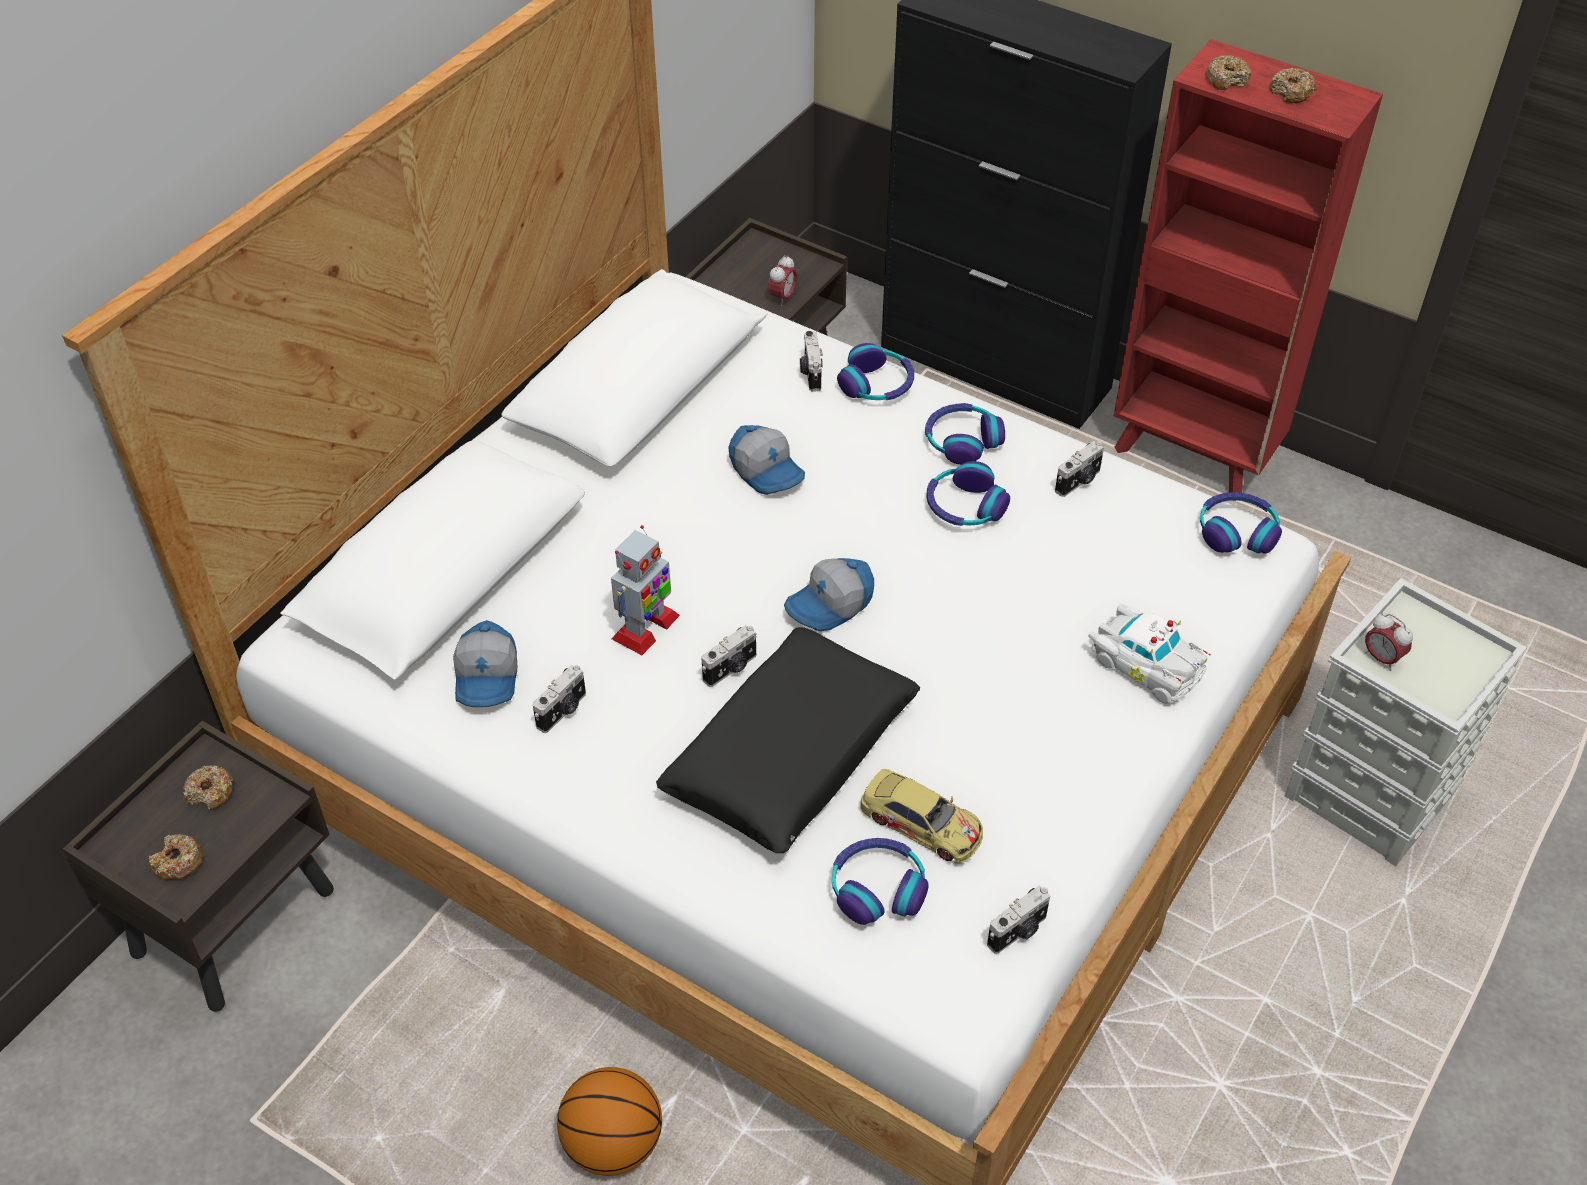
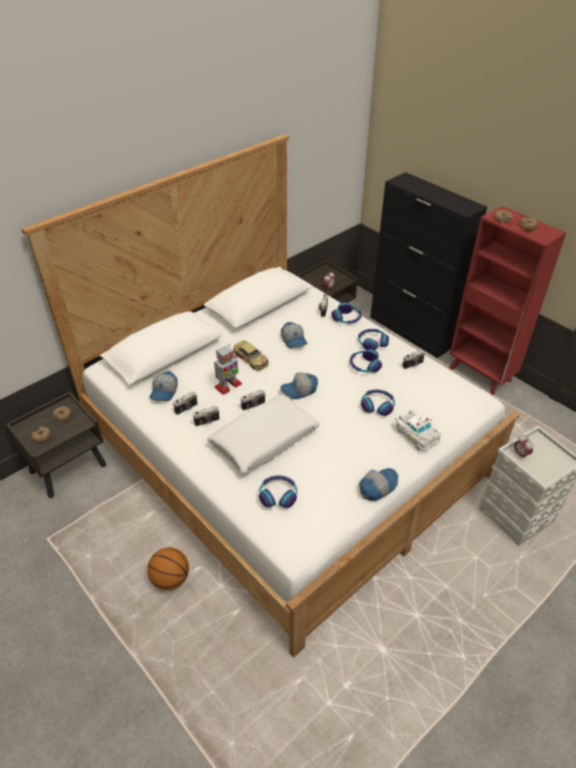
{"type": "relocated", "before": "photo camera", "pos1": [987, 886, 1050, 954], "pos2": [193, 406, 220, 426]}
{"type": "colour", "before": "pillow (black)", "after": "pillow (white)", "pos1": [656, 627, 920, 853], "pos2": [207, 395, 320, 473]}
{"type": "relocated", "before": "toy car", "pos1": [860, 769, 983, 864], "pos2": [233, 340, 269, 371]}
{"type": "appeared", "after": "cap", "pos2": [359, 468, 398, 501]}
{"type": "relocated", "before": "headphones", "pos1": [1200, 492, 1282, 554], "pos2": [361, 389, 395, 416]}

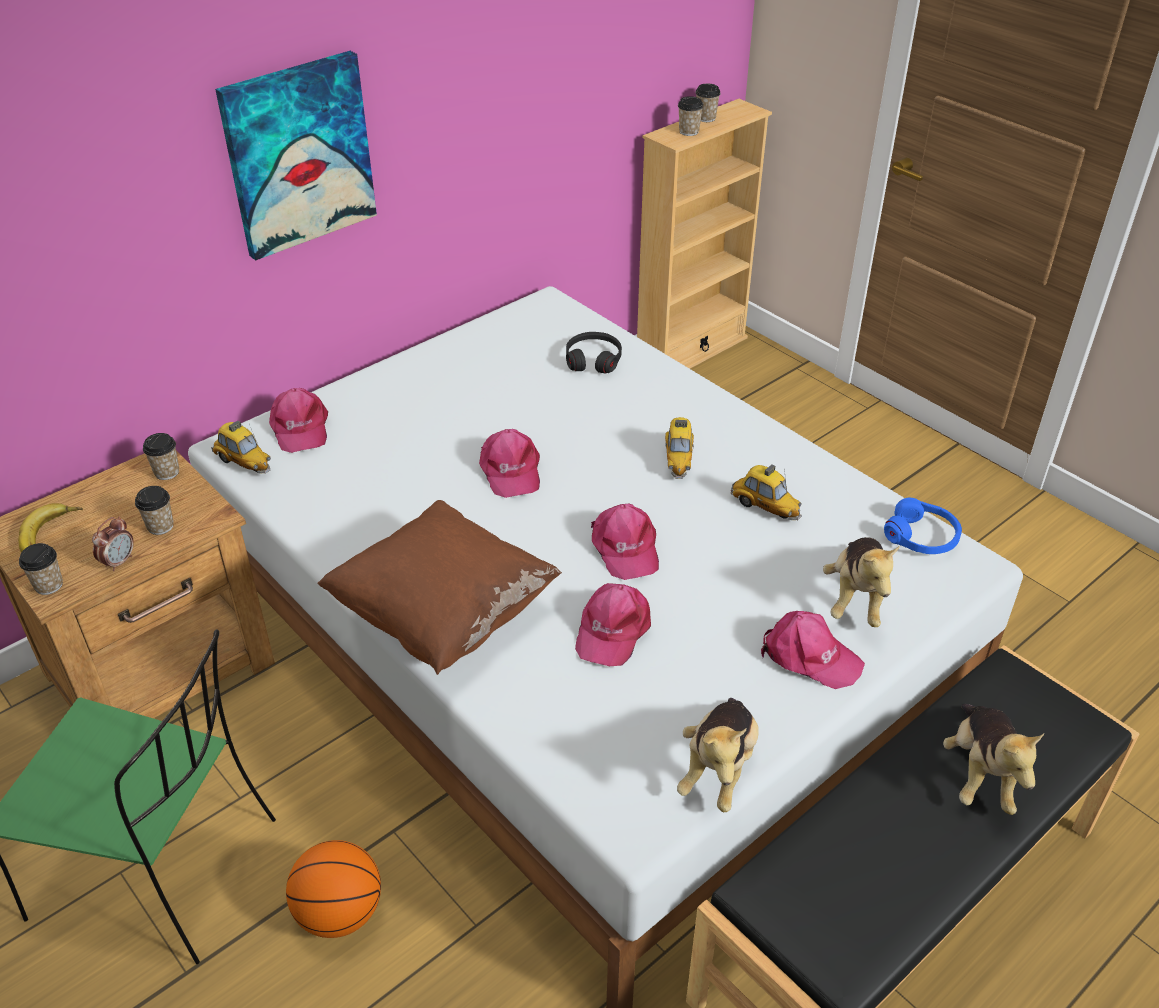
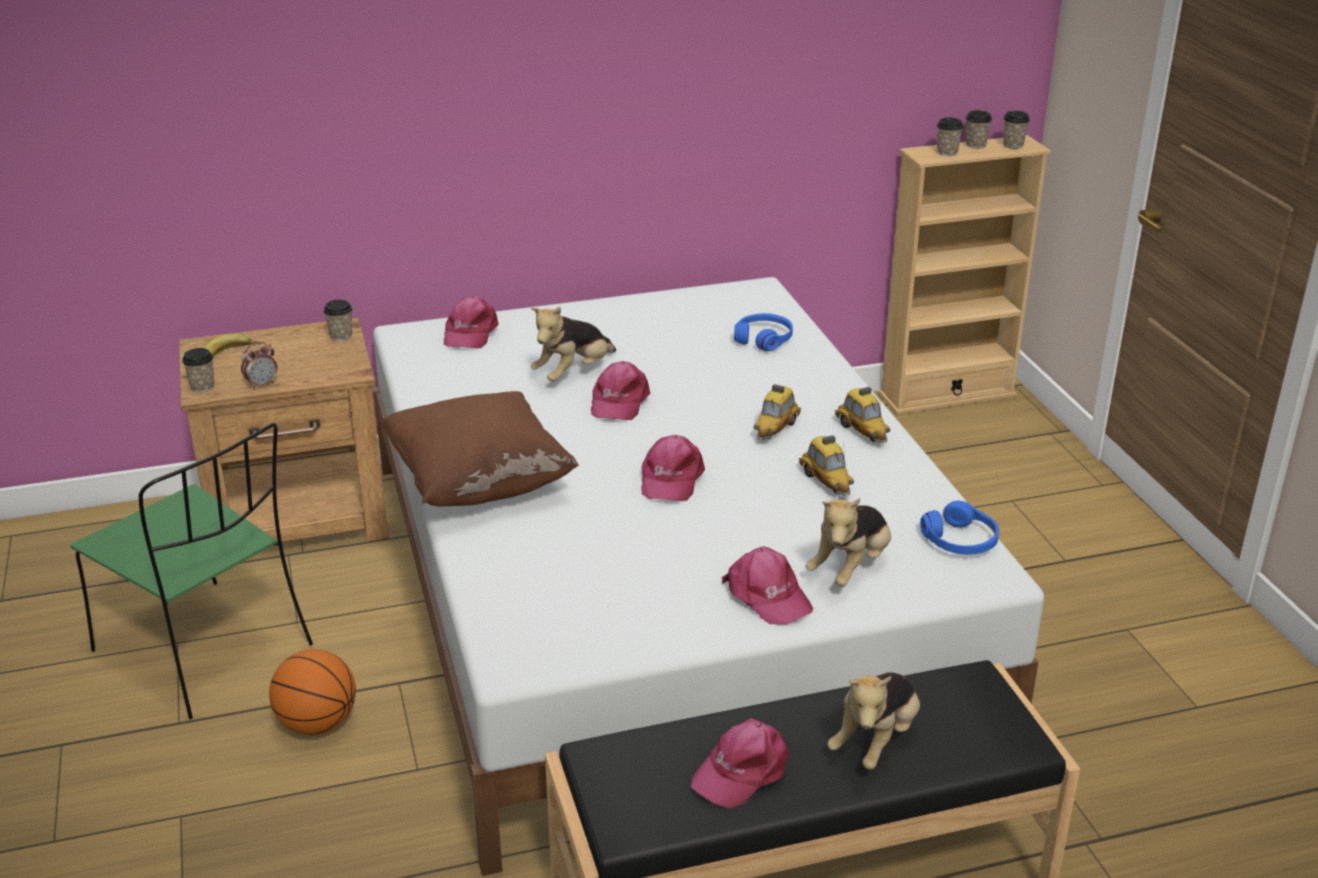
{"type": "relocated", "before": "plush toy", "pos1": [677, 698, 759, 812], "pos2": [531, 306, 616, 382]}
{"type": "relocated", "before": "cap (pink)", "pos1": [575, 583, 651, 666], "pos2": [691, 718, 789, 809]}
{"type": "colour", "before": "headphones (black)", "after": "headphones (blue)", "pos1": [566, 332, 622, 373], "pos2": [734, 313, 793, 351]}
{"type": "relocated", "before": "toy car", "pos1": [211, 420, 271, 474], "pos2": [835, 387, 890, 443]}
{"type": "relocated", "before": "cup", "pos1": [135, 486, 174, 535], "pos2": [1003, 111, 1030, 149]}
{"type": "missing", "before": "picture", "pos1": [215, 51, 377, 260]}

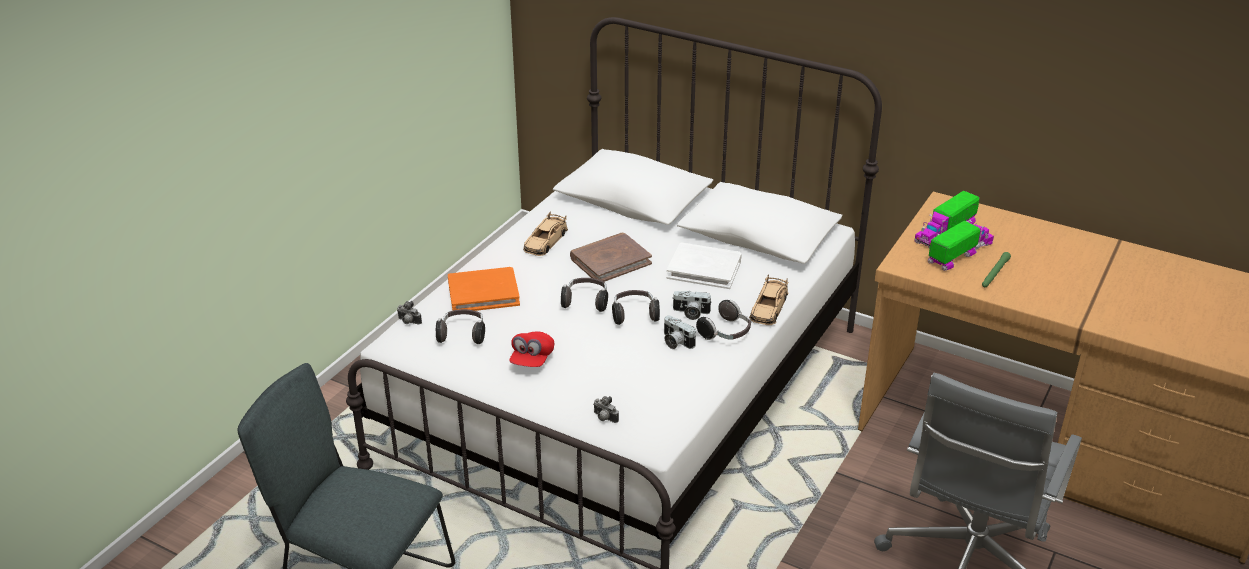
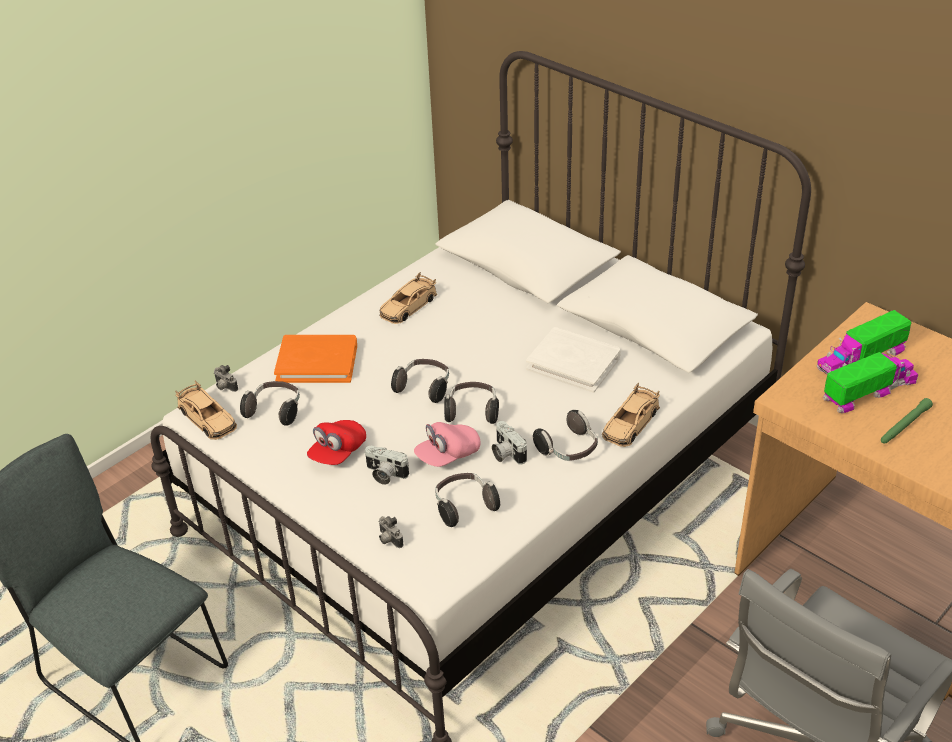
{"type": "appeared", "after": "toy car (beige)", "pos2": [175, 380, 237, 440]}
{"type": "relocated", "before": "photo camera", "pos1": [672, 291, 712, 320], "pos2": [365, 446, 409, 485]}
{"type": "appeared", "after": "cap (pink)", "pos2": [414, 422, 481, 467]}
{"type": "appeared", "after": "headphones", "pos2": [435, 473, 500, 527]}
{"type": "missing", "before": "book (brown)", "pos1": [570, 233, 652, 282]}

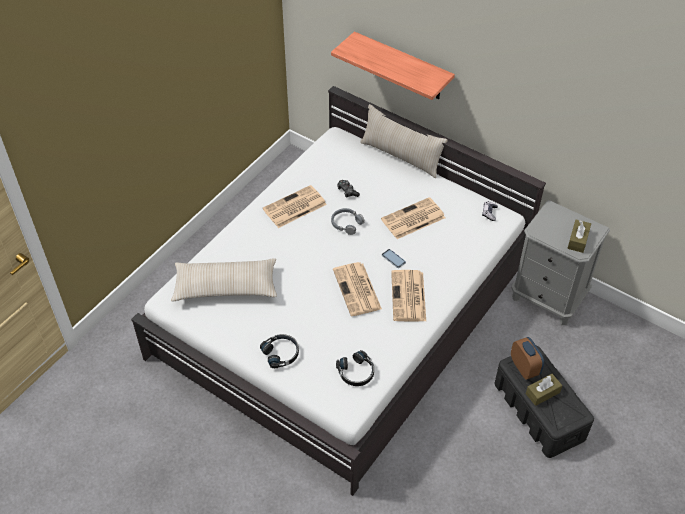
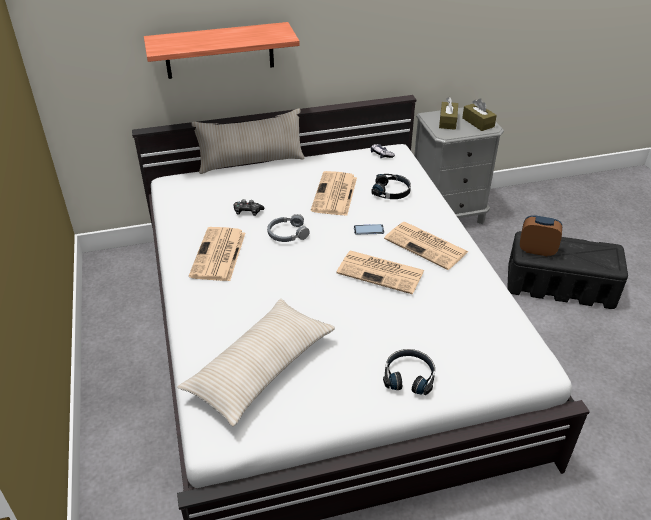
{"type": "relocated", "before": "headphones (black)", "pos1": [336, 350, 374, 386], "pos2": [371, 174, 411, 199]}
{"type": "relocated", "before": "tissue box (brown)", "pos1": [526, 374, 562, 406], "pos2": [439, 97, 458, 130]}

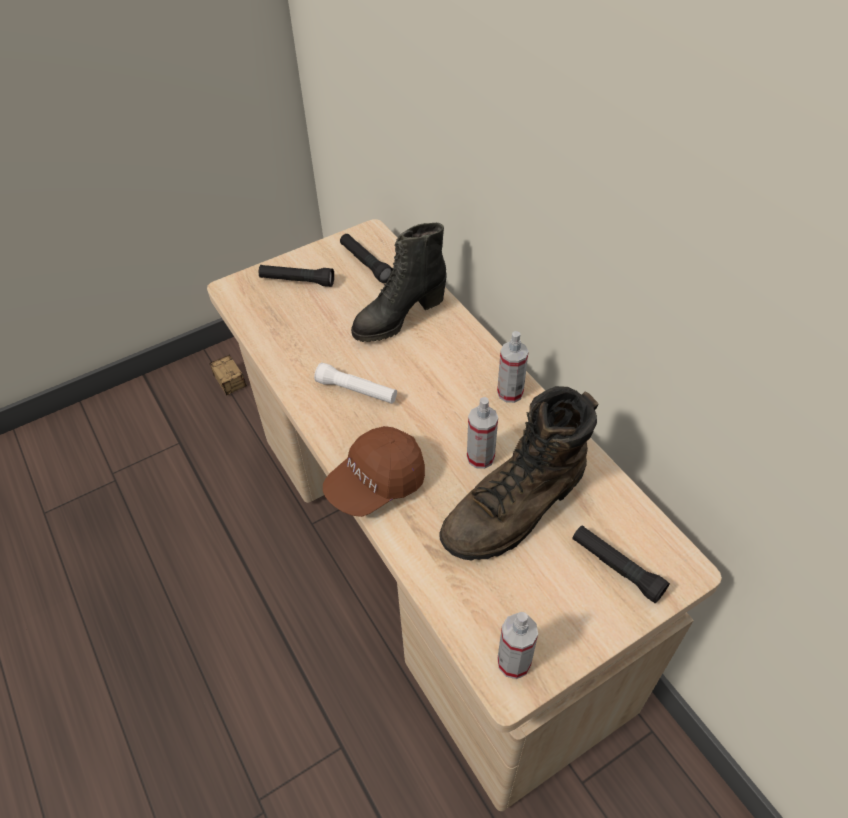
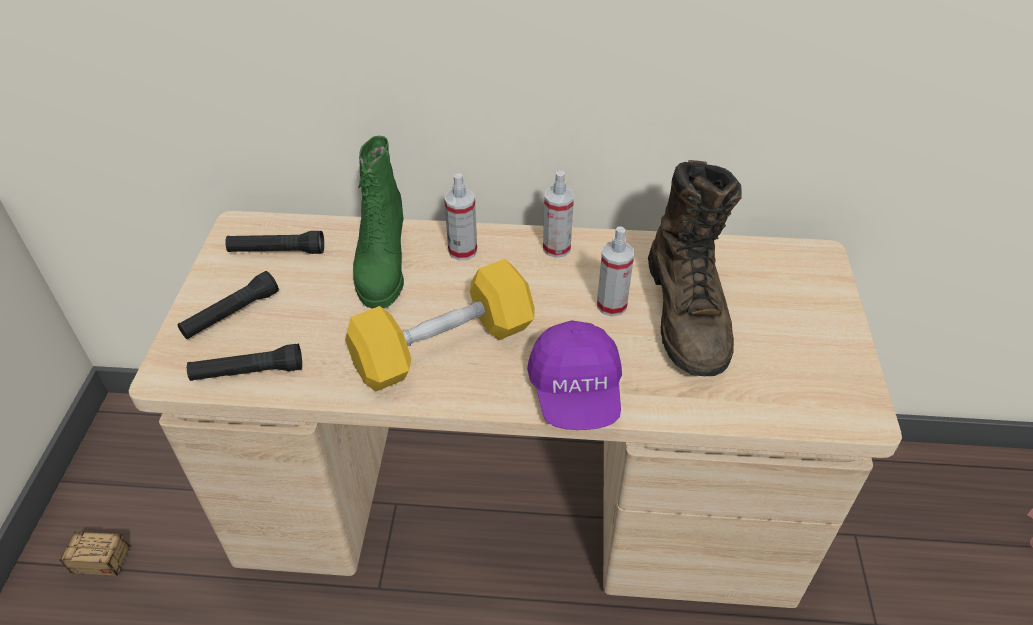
{"type": "relocated", "before": "flashlight (black)", "pos1": [572, 525, 670, 604], "pos2": [187, 344, 302, 381]}
{"type": "exchanged", "before": "flashlight (white)", "after": "dumbbell (yellow)", "pos1": [314, 363, 397, 404], "pos2": [345, 259, 535, 391]}
{"type": "colour", "before": "boot (black)", "after": "boot (green)", "pos1": [351, 223, 447, 342], "pos2": [353, 136, 404, 309]}
{"type": "relocated", "before": "spray bottle", "pos1": [497, 612, 538, 679], "pos2": [444, 173, 477, 260]}
{"type": "colour", "before": "cap (brown)", "after": "cap (purple)", "pos1": [323, 426, 425, 517], "pos2": [527, 320, 622, 430]}

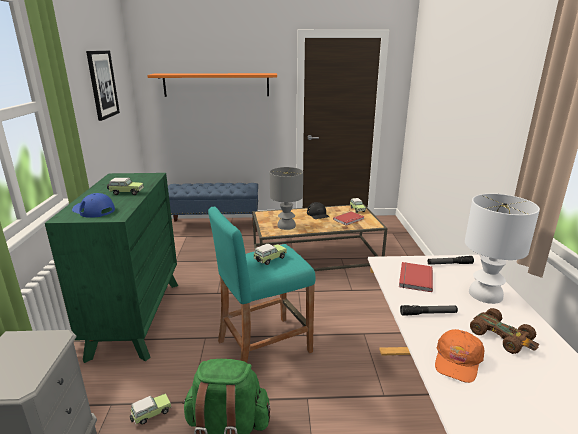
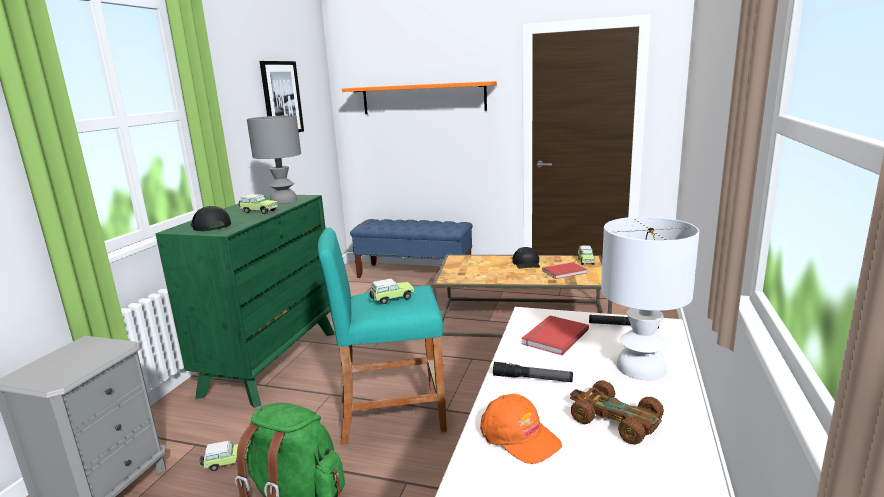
{"type": "colour", "before": "cap (blue)", "after": "cap (black)", "pos1": [72, 193, 115, 218], "pos2": [190, 206, 231, 231]}
{"type": "relocated", "before": "table lamp (grey)", "pos1": [270, 167, 303, 230], "pos2": [247, 115, 301, 204]}
{"type": "spun", "before": "cap (orange)", "pos1": [435, 329, 484, 383], "pos2": [480, 394, 562, 464], "turn": -90}
{"type": "spun", "before": "toy car (brown)", "pos1": [470, 308, 539, 354], "pos2": [570, 380, 664, 445], "turn": 150}

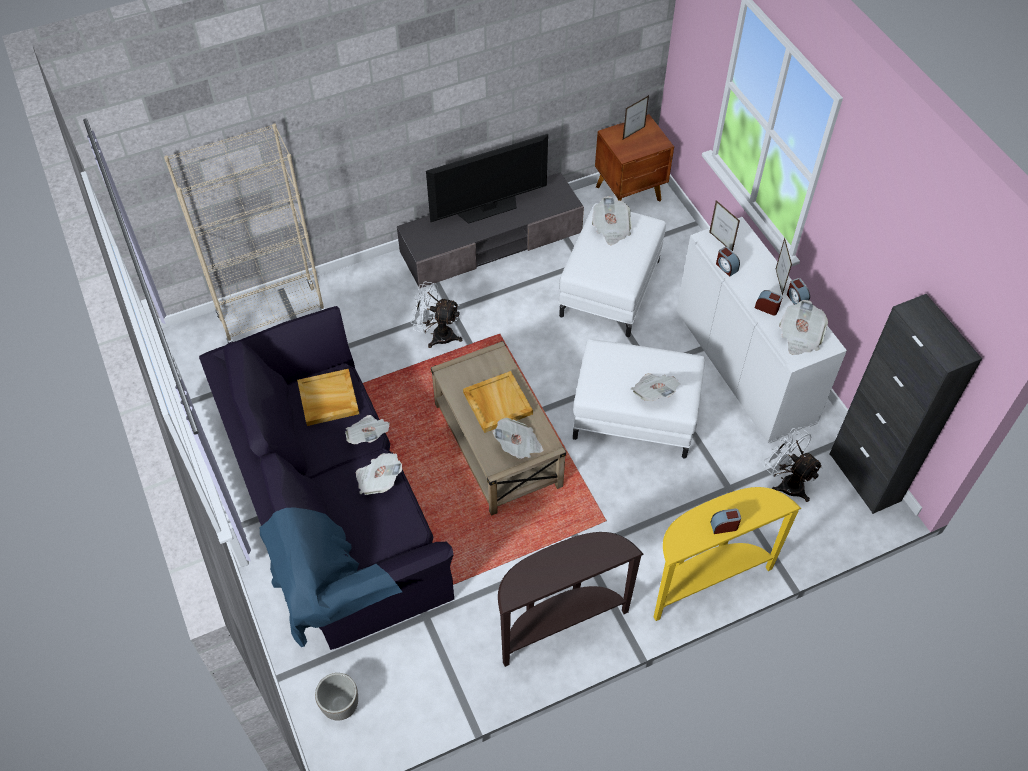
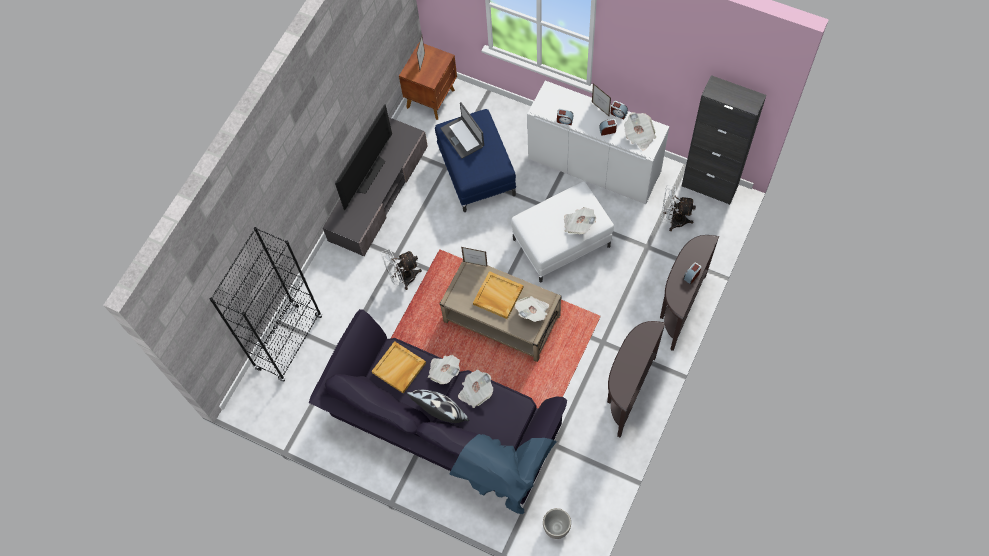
{"type": "colour", "before": "bookcase (beige)", "after": "bookcase (black)", "pos1": [164, 123, 325, 343], "pos2": [210, 227, 322, 382]}
{"type": "appeared", "after": "pillow", "pos2": [406, 390, 469, 423]}
{"type": "colour", "before": "ottoman (white)", "after": "ottoman (blue)", "pos1": [558, 203, 666, 337], "pos2": [435, 109, 516, 212]}
{"type": "exchanged", "before": "newspaper", "after": "laptop", "pos1": [592, 196, 632, 246], "pos2": [440, 102, 484, 159]}
{"type": "relocated", "before": "picture frame", "pos1": [709, 200, 740, 251], "pos2": [461, 247, 488, 267]}
{"type": "colour", "before": "console table (yellow)", "after": "console table (brown)", "pos1": [654, 487, 801, 621], "pos2": [660, 235, 719, 351]}

